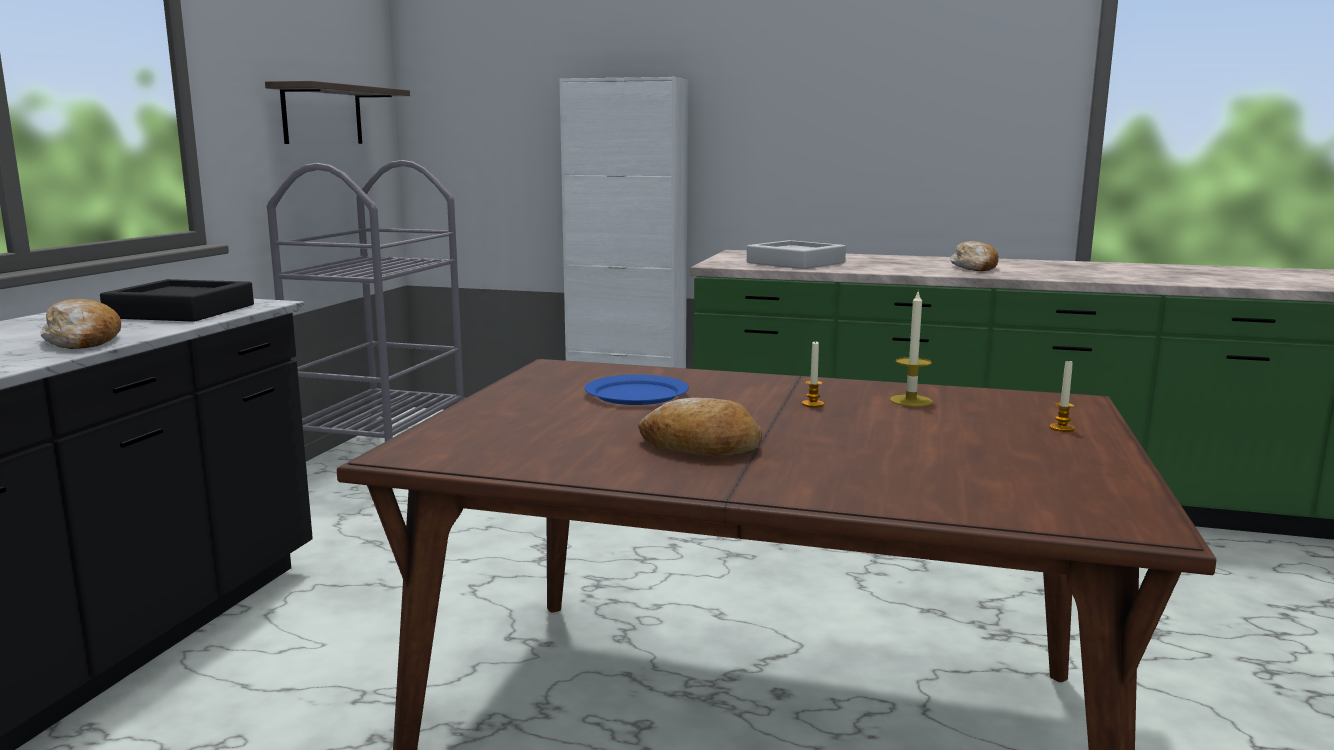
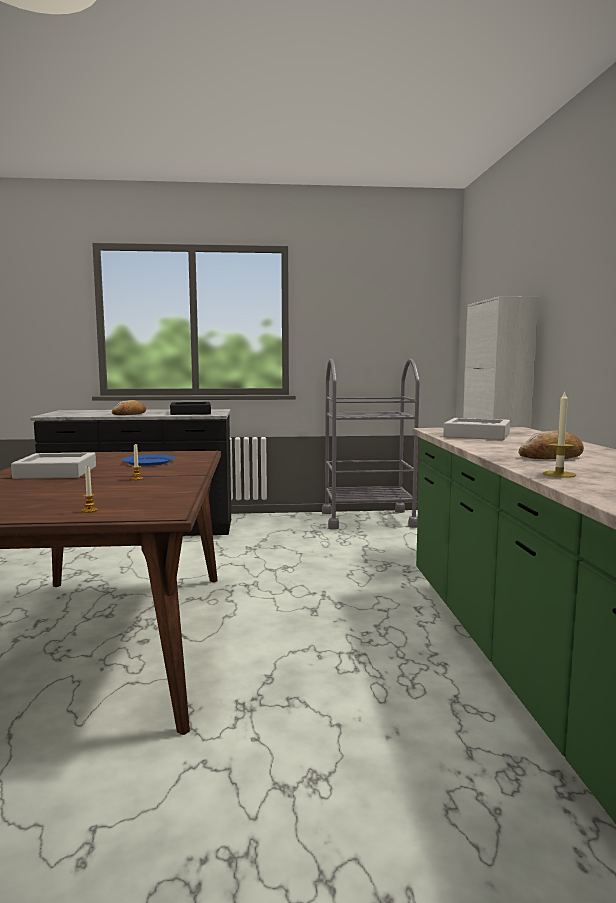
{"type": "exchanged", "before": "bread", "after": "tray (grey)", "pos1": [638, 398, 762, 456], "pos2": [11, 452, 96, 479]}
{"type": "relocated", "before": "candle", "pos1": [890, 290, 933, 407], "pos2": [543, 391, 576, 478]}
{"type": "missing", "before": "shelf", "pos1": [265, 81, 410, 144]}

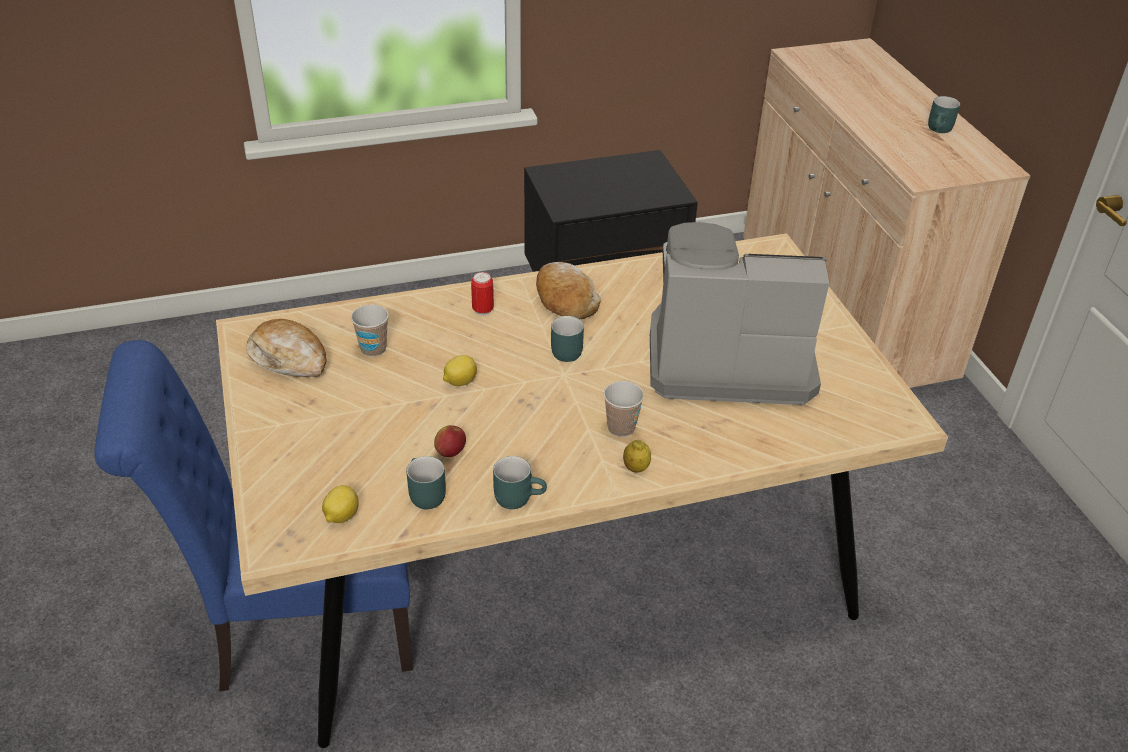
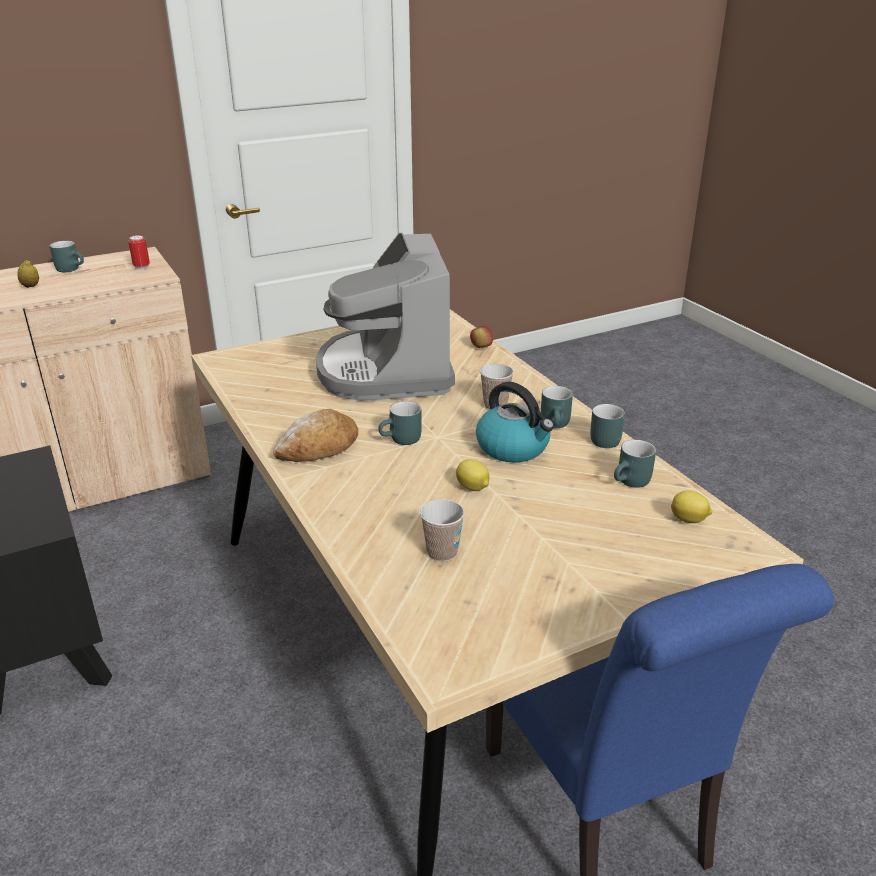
{"type": "relocated", "before": "lemon", "pos1": [623, 440, 651, 472], "pos2": [17, 260, 39, 288]}
{"type": "relocated", "before": "can", "pos1": [471, 272, 494, 315], "pos2": [128, 235, 150, 270]}
{"type": "relocated", "before": "apple", "pos1": [434, 425, 466, 457], "pos2": [470, 326, 493, 348]}
{"type": "appeared", "after": "kettle", "pos2": [476, 382, 554, 463]}
{"type": "appeared", "after": "mug (turquoise)", "pos2": [541, 386, 573, 428]}
{"type": "missing", "before": "bread", "pos1": [246, 319, 327, 377]}

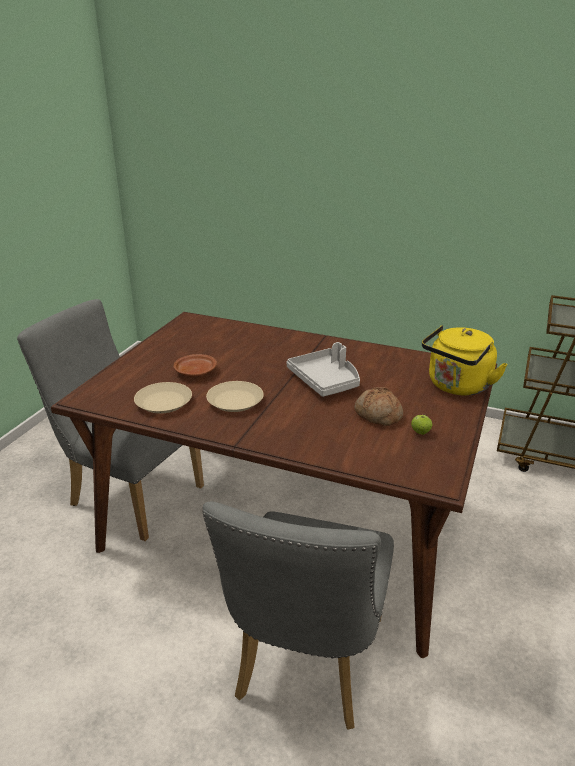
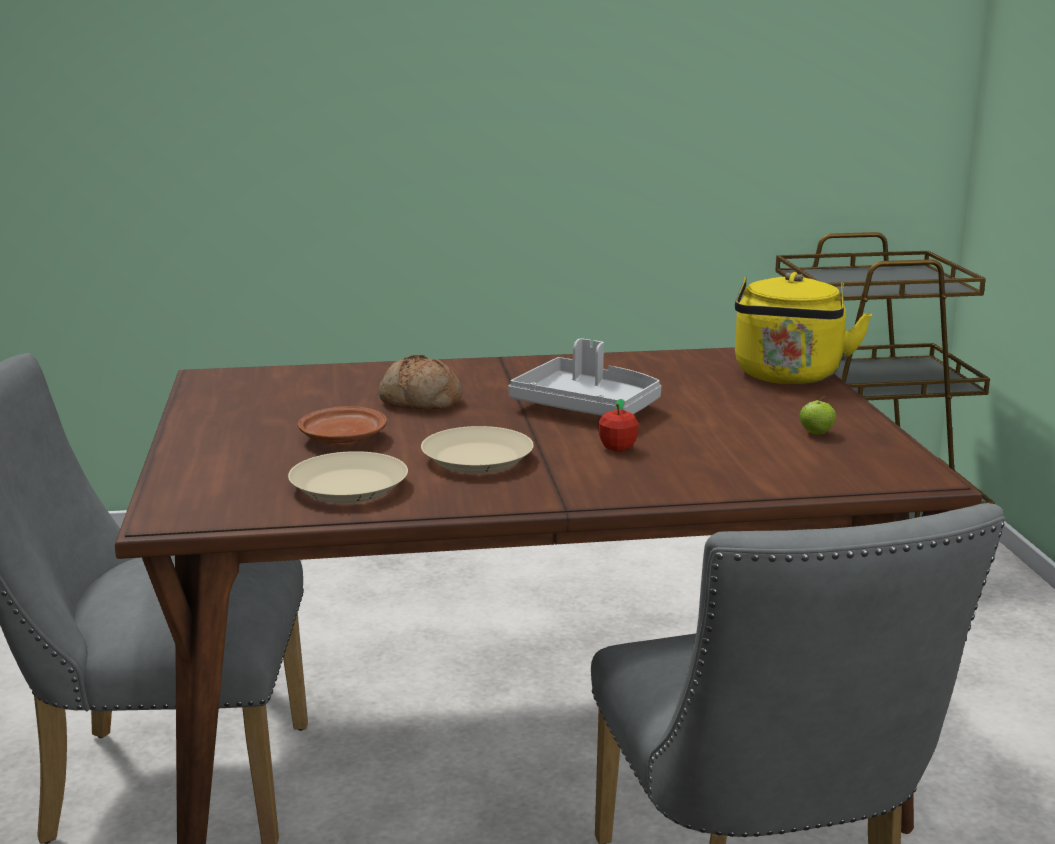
{"type": "relocated", "before": "bread", "pos1": [354, 387, 403, 426], "pos2": [379, 355, 462, 410]}
{"type": "appeared", "after": "apple", "pos2": [598, 399, 639, 452]}

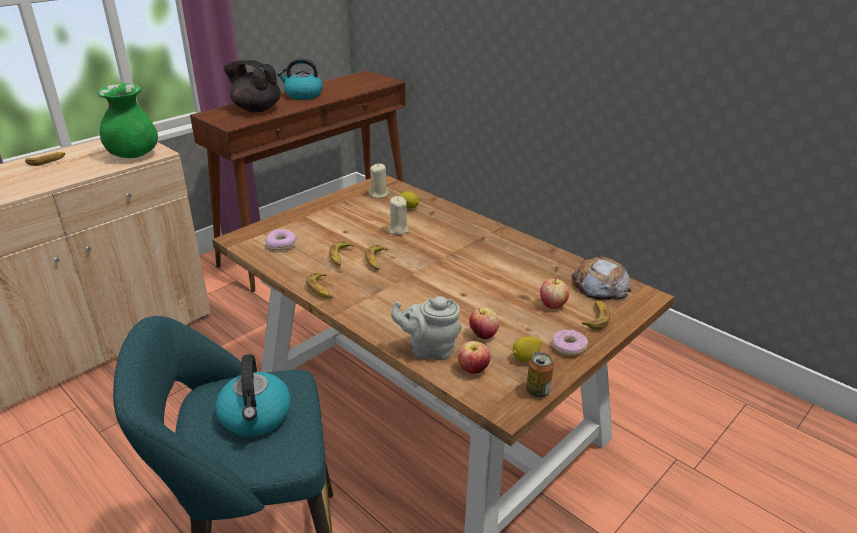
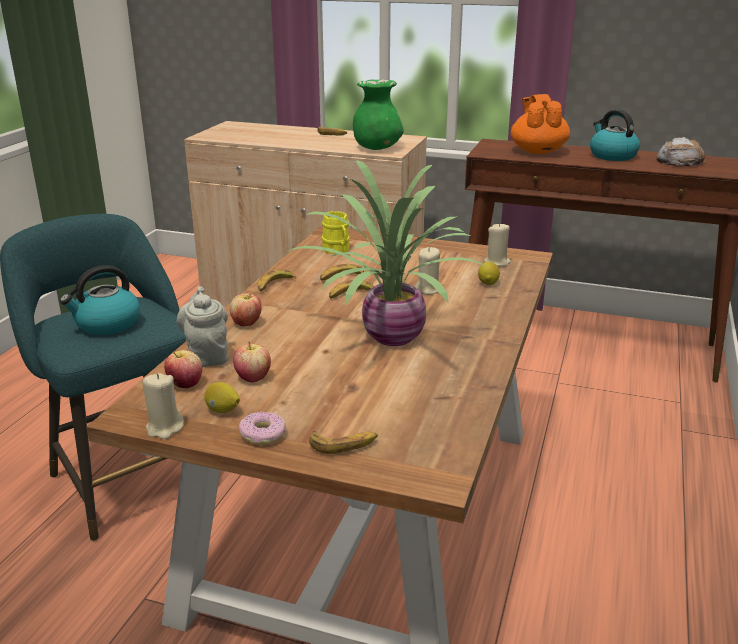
{"type": "exchanged", "before": "can", "after": "candle (beige)", "pos1": [526, 353, 554, 397], "pos2": [142, 373, 184, 439]}
{"type": "relocated", "before": "apple", "pos1": [540, 277, 569, 309], "pos2": [230, 293, 262, 326]}
{"type": "appeared", "after": "potted plant", "pos2": [289, 160, 488, 346]}
{"type": "exchanged", "before": "donut", "after": "mug (yellow)", "pos1": [266, 229, 297, 251], "pos2": [321, 211, 350, 254]}
{"type": "colour", "before": "teapot (black)", "after": "teapot (orange)", "pos1": [223, 60, 281, 112], "pos2": [511, 94, 570, 154]}
{"type": "relocated", "before": "bread", "pos1": [572, 255, 631, 300], "pos2": [657, 137, 706, 167]}

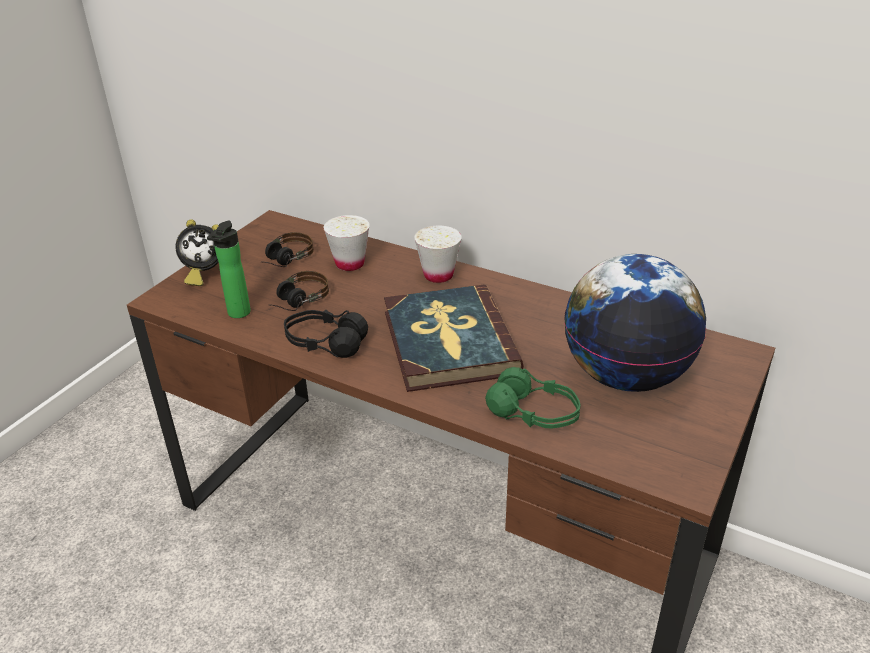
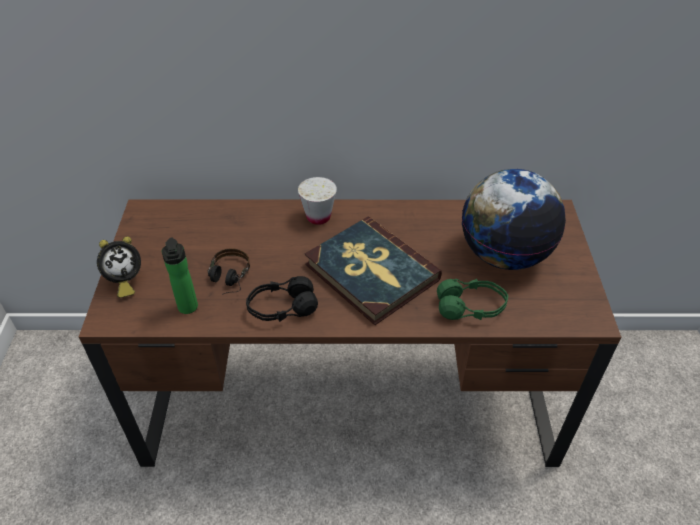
{"type": "missing", "before": "headphones", "pos1": [261, 232, 314, 267]}
{"type": "missing", "before": "cup (white)", "pos1": [324, 215, 370, 271]}

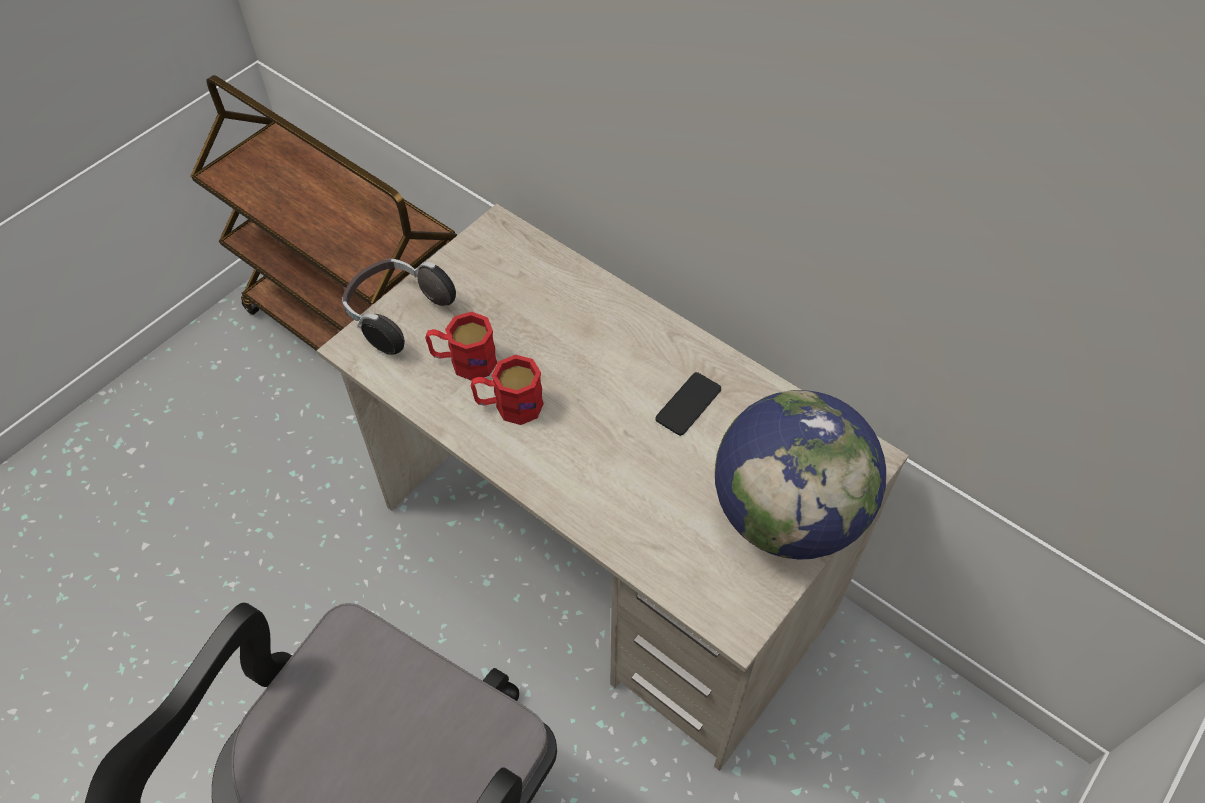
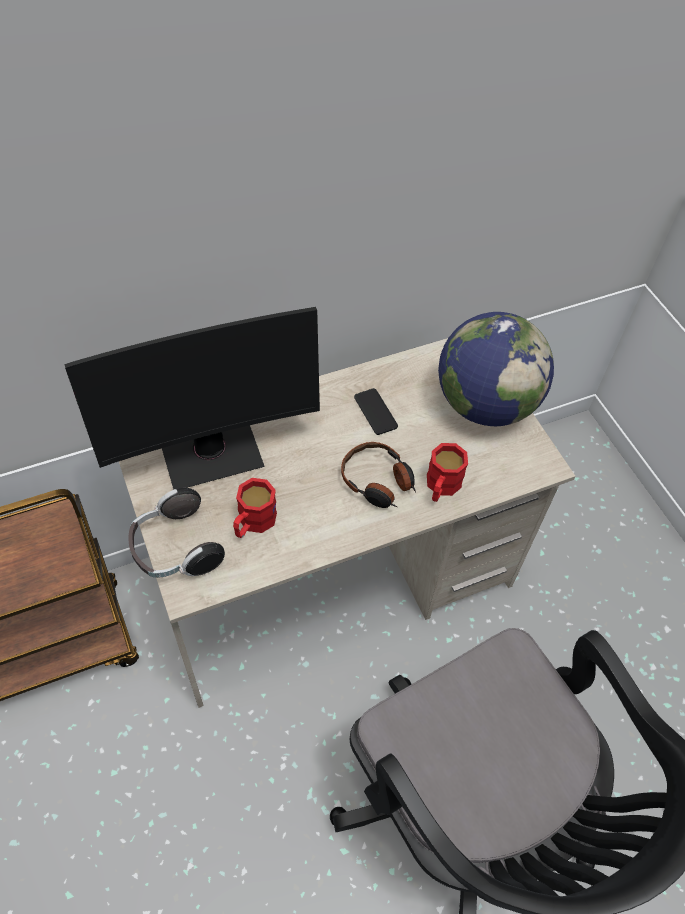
{"type": "appeared", "after": "monitor", "pos2": [65, 307, 320, 490]}
{"type": "appeared", "after": "headphones", "pos2": [341, 442, 416, 508]}
{"type": "relocated", "before": "mug (red)", "pos1": [470, 355, 544, 425], "pos2": [427, 443, 468, 502]}

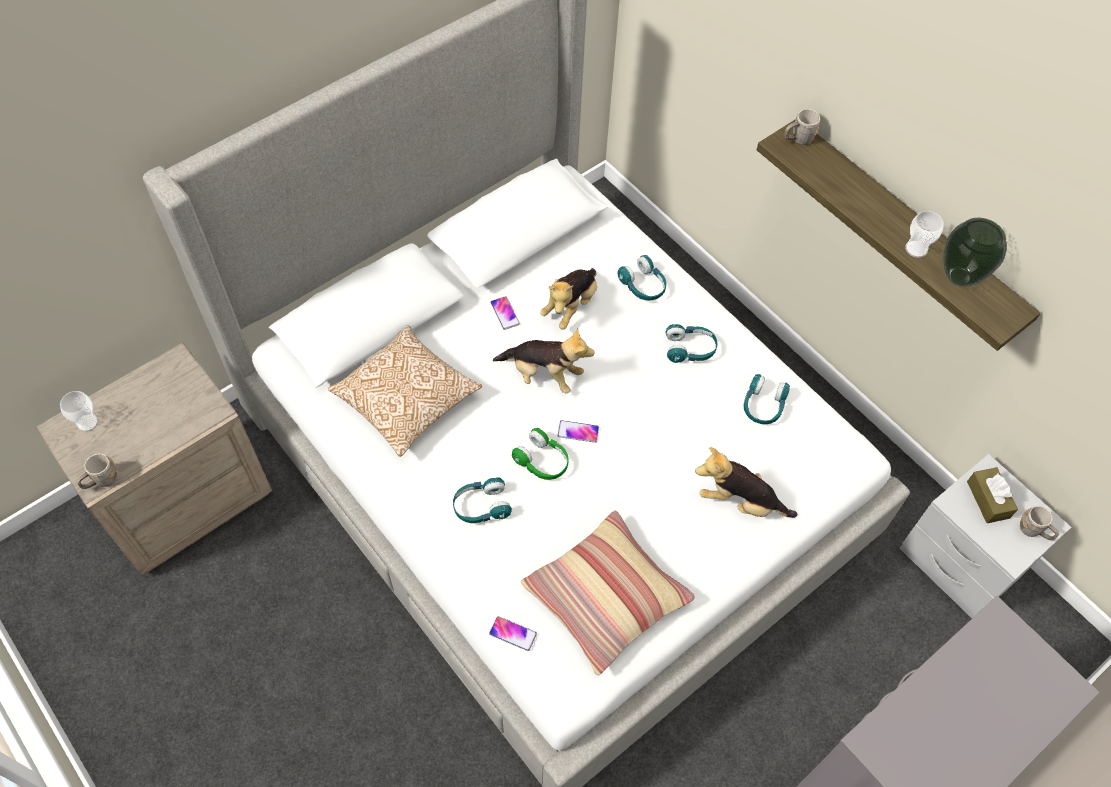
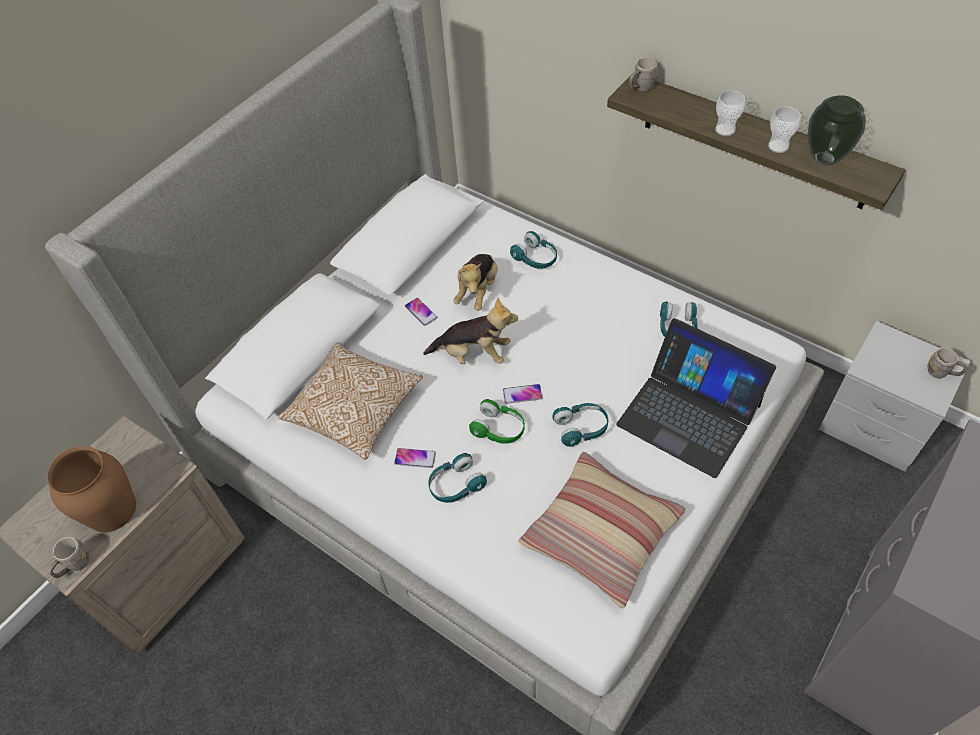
{"type": "appeared", "after": "vase (brown)", "pos2": [47, 446, 136, 532]}
{"type": "relocated", "before": "phone", "pos1": [489, 616, 537, 651], "pos2": [394, 448, 436, 468]}
{"type": "relocated", "before": "headphones (turquoise)", "pos1": [666, 324, 718, 363], "pos2": [552, 403, 608, 447]}
{"type": "exchanged", "before": "plush toy", "after": "laptop", "pos1": [695, 447, 797, 518], "pos2": [616, 318, 776, 478]}
{"type": "relocated", "before": "cup", "pos1": [60, 391, 99, 432], "pos2": [715, 90, 745, 136]}
{"type": "missing", "before": "tissue box (brown)", "pos1": [967, 467, 1018, 523]}

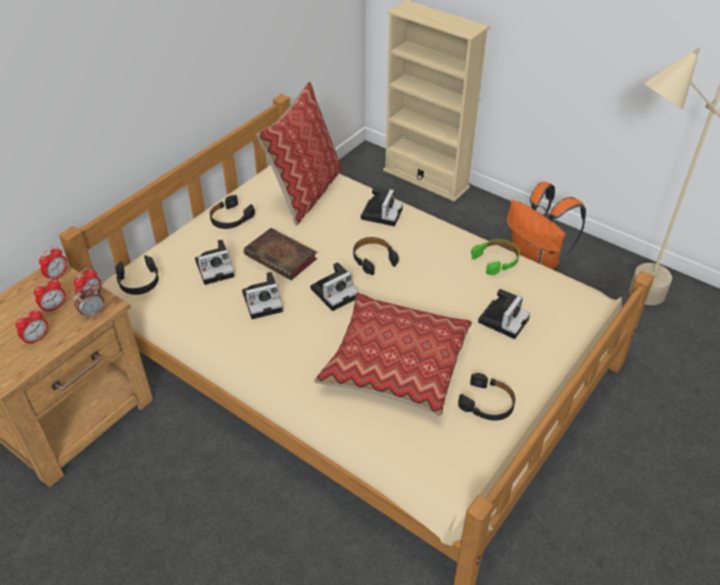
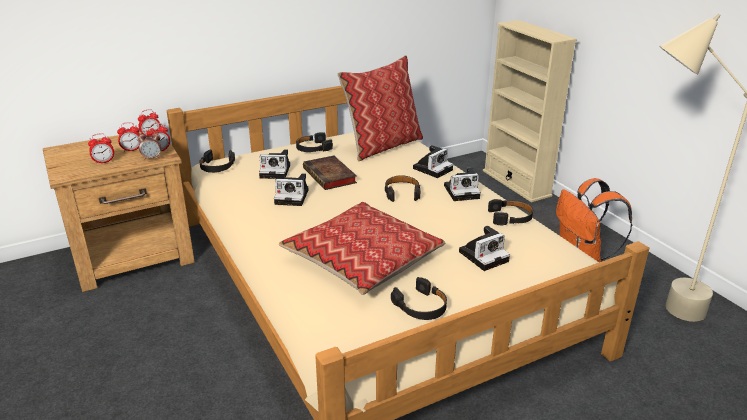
{"type": "relocated", "before": "photo camera", "pos1": [310, 262, 358, 311], "pos2": [444, 167, 481, 201]}
{"type": "colour", "before": "headphones (green)", "after": "headphones (black)", "pos1": [471, 239, 519, 275], "pos2": [488, 199, 533, 225]}

